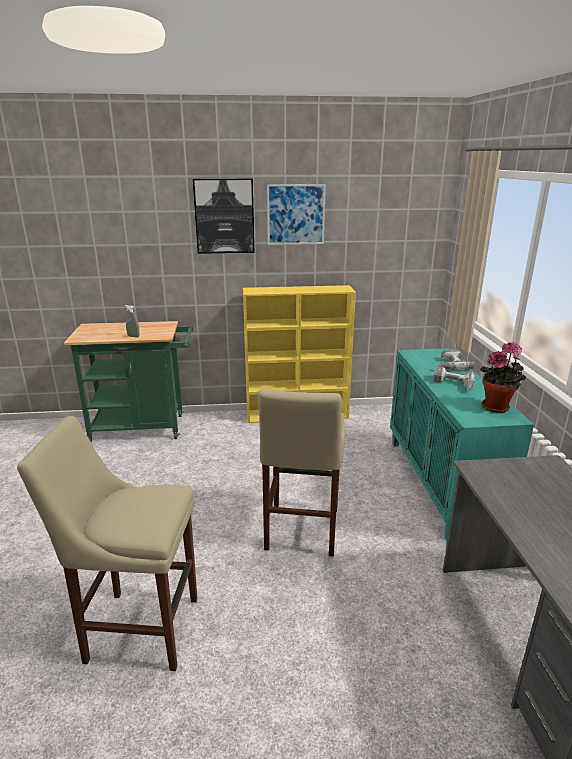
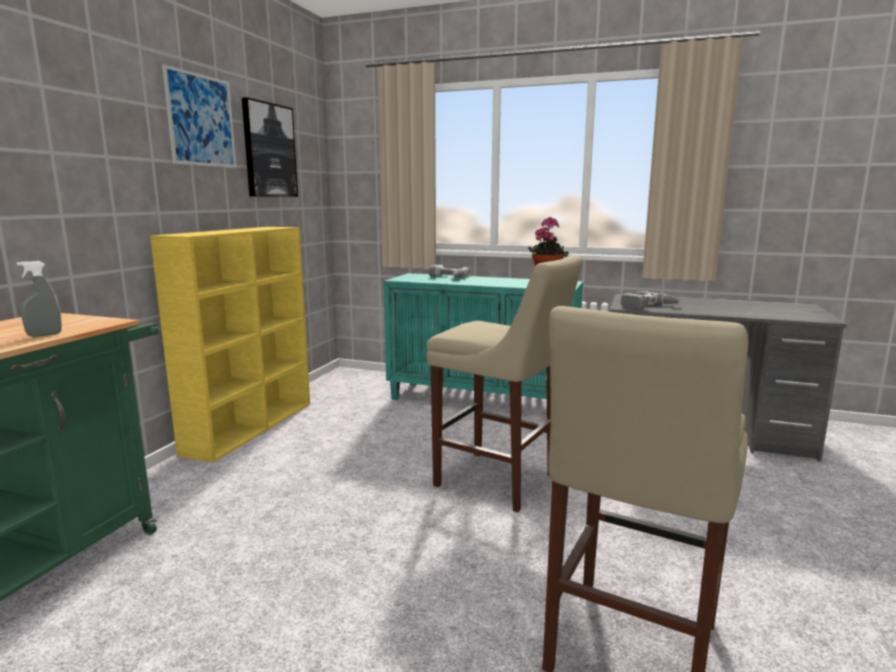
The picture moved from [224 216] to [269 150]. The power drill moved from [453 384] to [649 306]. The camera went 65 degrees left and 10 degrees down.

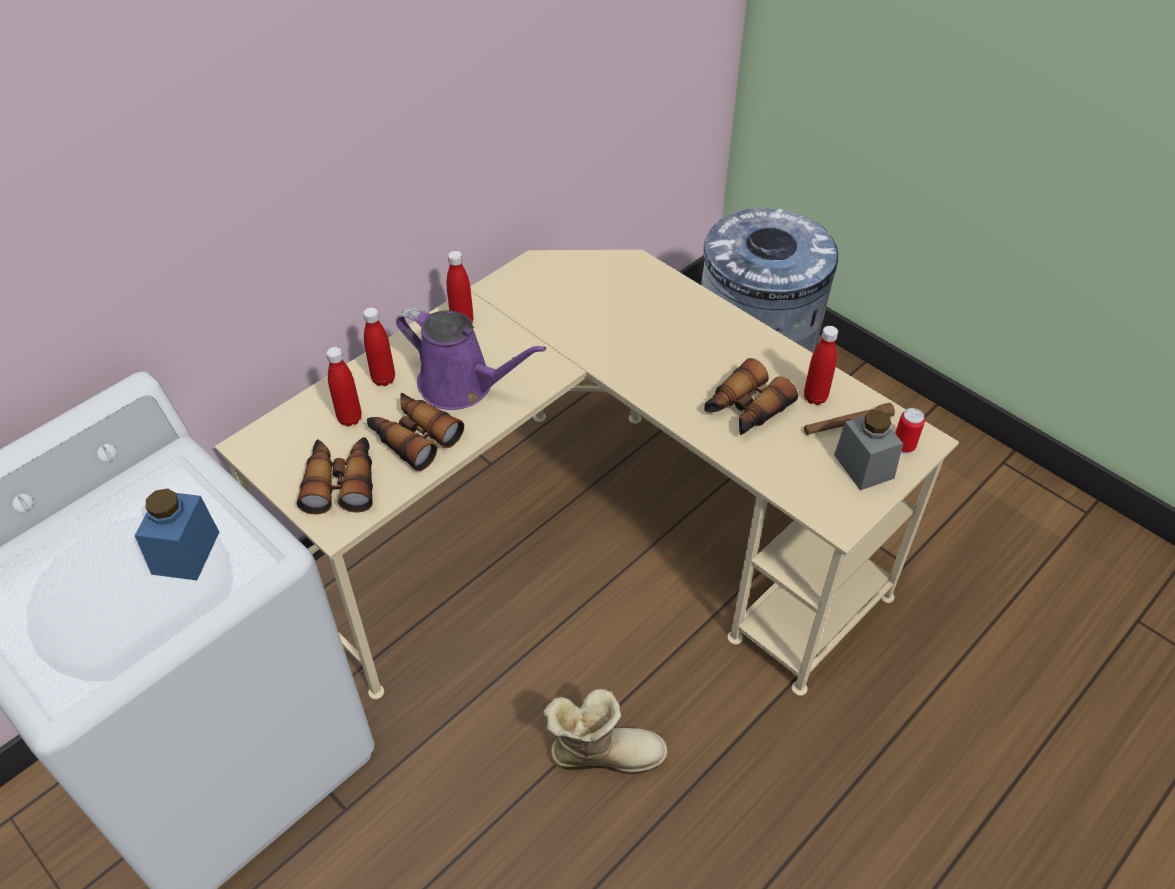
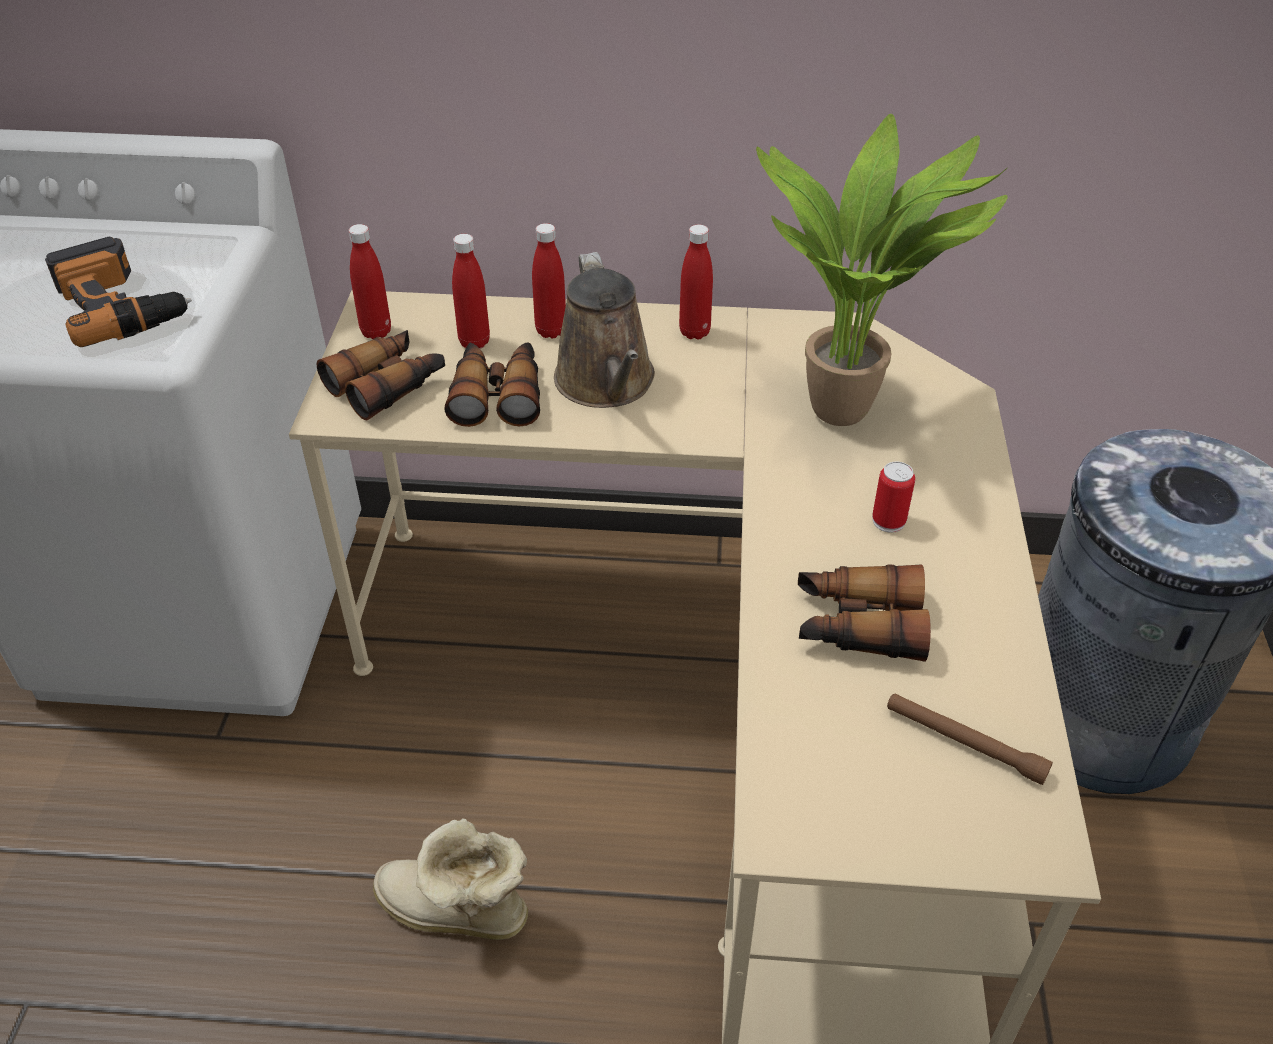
The blue jar at [185 553] was replaced by the power drill at [121 305]. The red bottle moved from [815 397] to [376 332]. The boot at [603 752] turned 150 degrees clockwise. The purple watering can at [462 385] became the brown watering can at [607 384]. The potted plant at [847 408] appeared. The can moved from [903 446] to [888 521]. The grey jar at [863 466] disappeared. The camera went 50 degrees right and 5 degrees down.

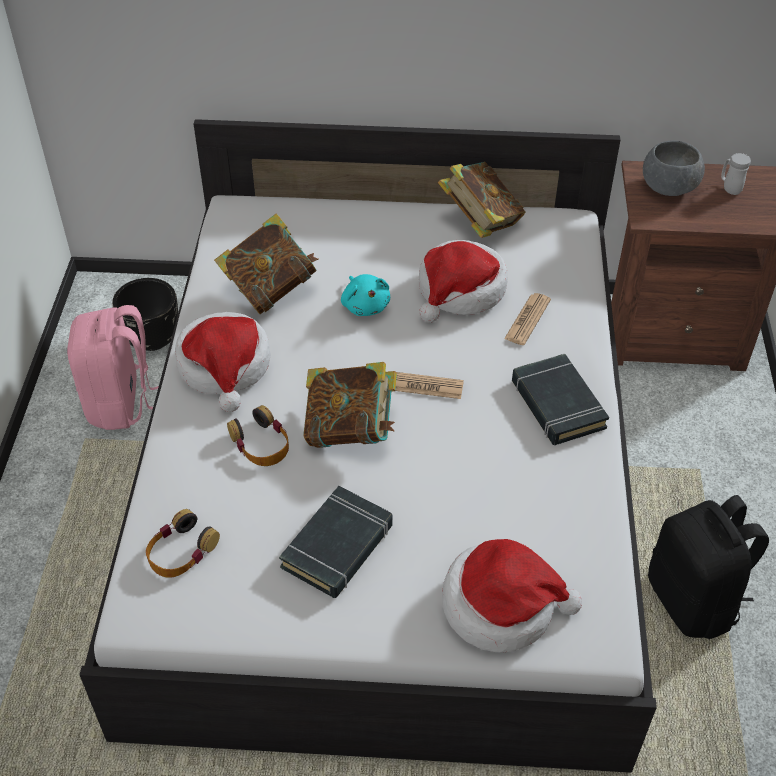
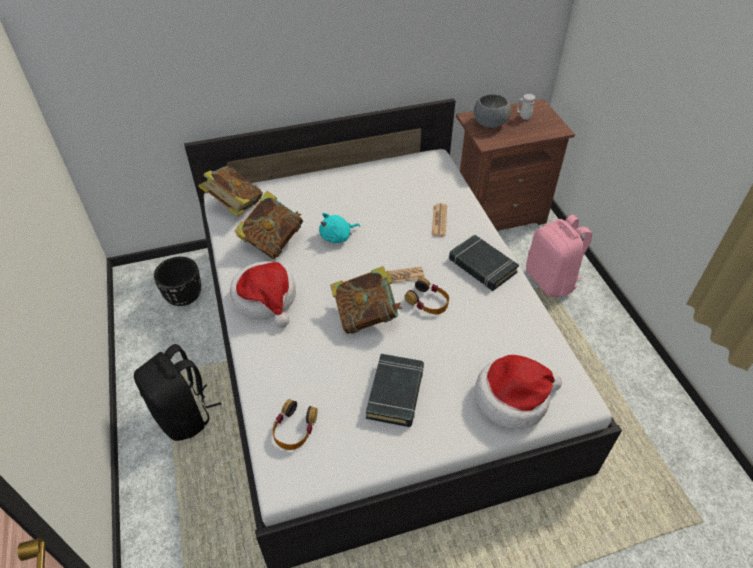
The black backpack moved from [694 601] to [184 415]. The book moved from [480 222] to [234 206]. The turquoise plush toy at [365 305] turned 105 degrees clockwise. The headphones moved from [261 443] to [428 301]. The pink backpack moved from [122 403] to [551 280]. The hat at [460 291] disappeared. The camera went 20 degrees left and 0 degrees up.

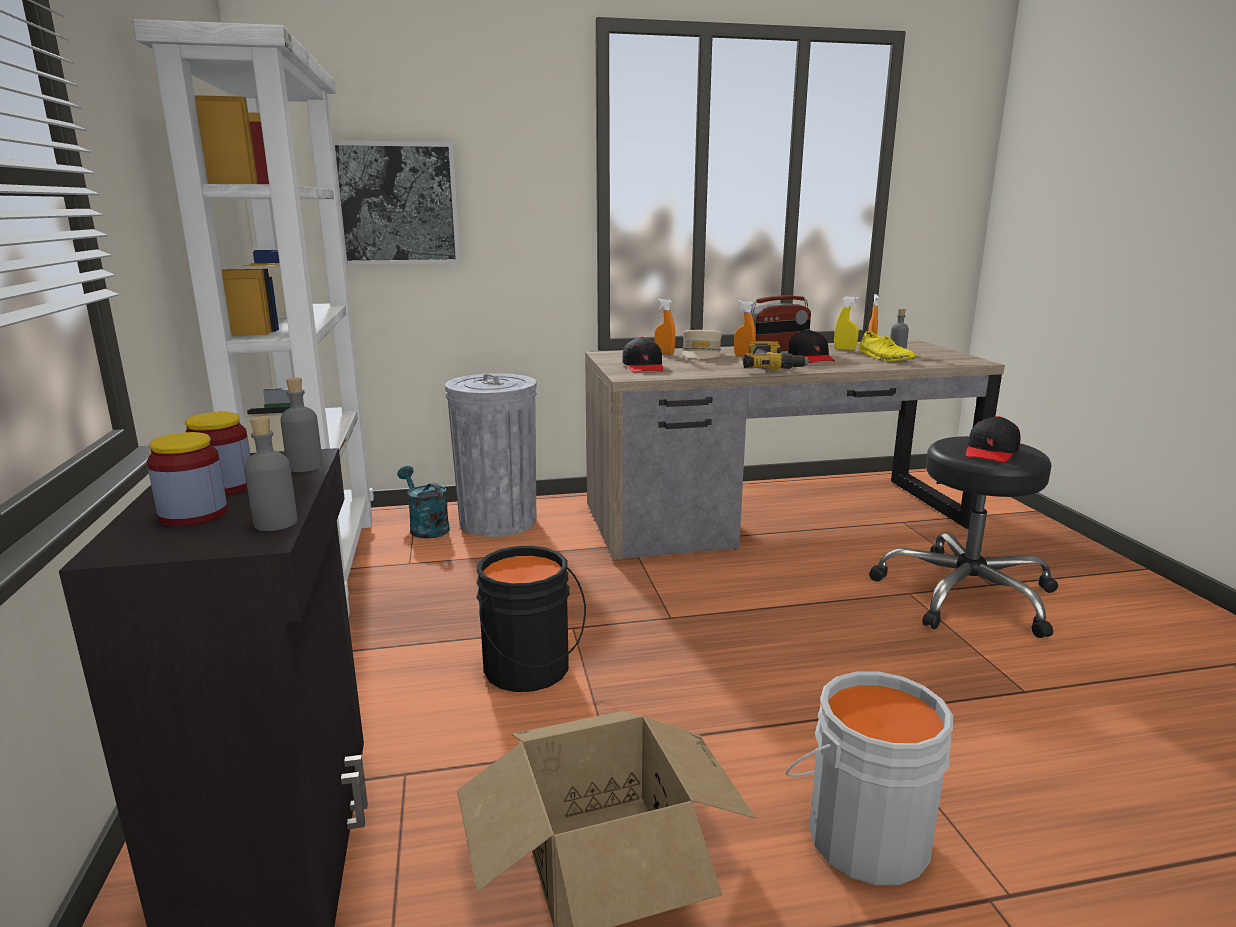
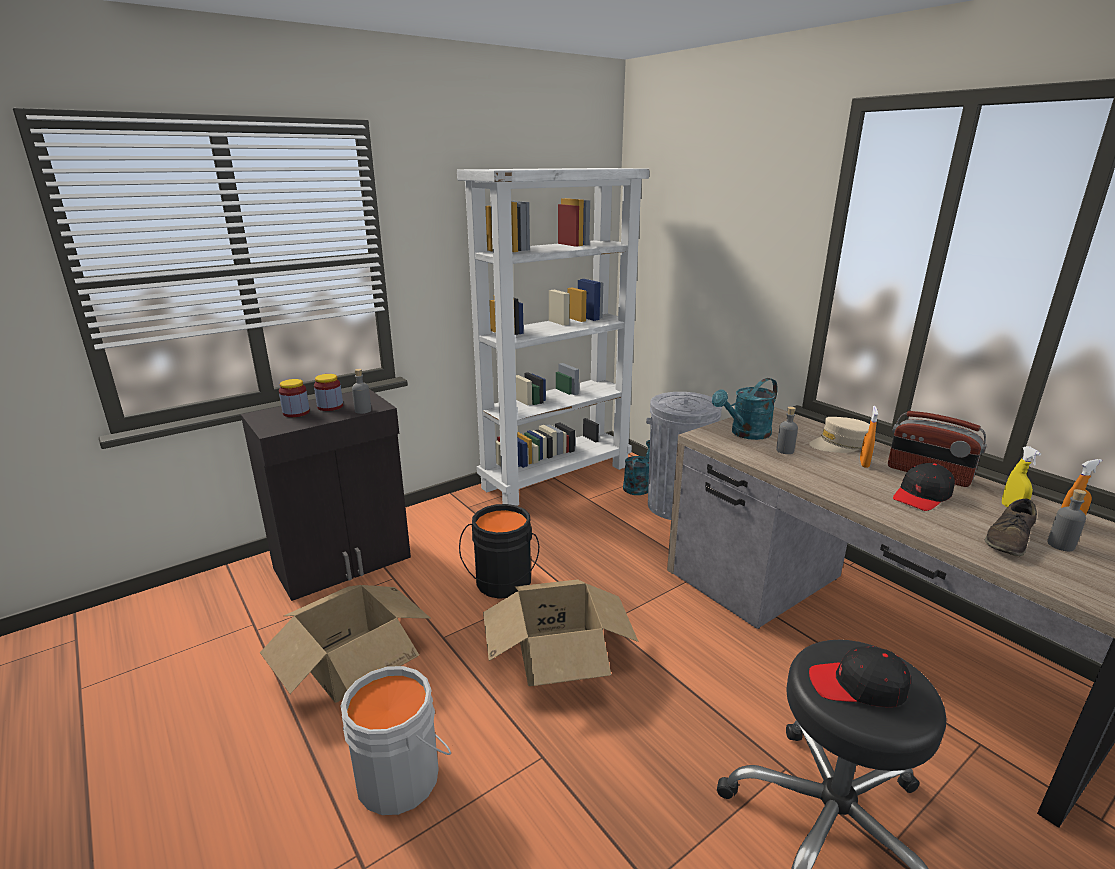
The cardboard box at [557 655] appeared. The black cap at [643 367] was replaced by the turquoise watering can at [745 434]. The grey bottle moved from [275 523] to [785 450]. The yellow shoe at [885 357] became the brown shoe at [1009 539]. The picture at [397 203] disappeared. The orange spray bottle at [664 353] disappeared. The power drill at [772 367] disappeared. The camera went 65 degrees right and 5 degrees up.

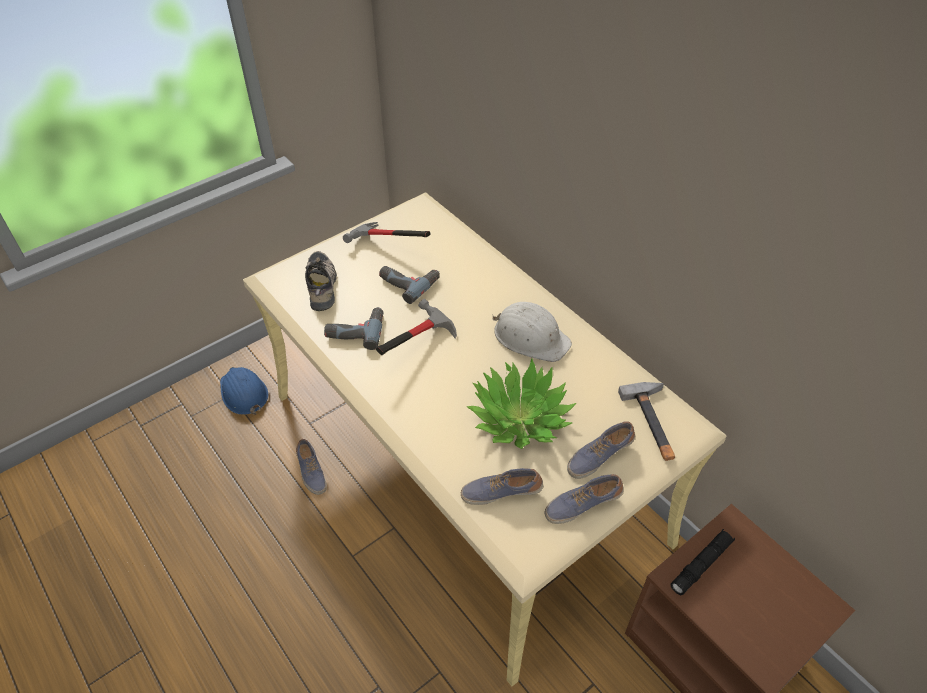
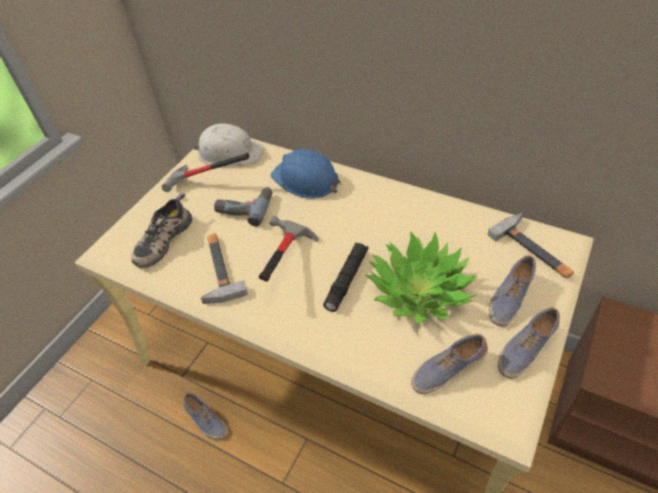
The shoe at [323 285] turned 120 degrees counterclockwise. The white hard hat moved from [530 337] to [230 153]. The power drill at [355 330] was replaced by the hammer at [218 269]. The blue hard hat moved from [243 393] to [306 180]. The black flashlight moved from [701 565] to [346 280]. The camera went 20 degrees left and 0 degrees up.

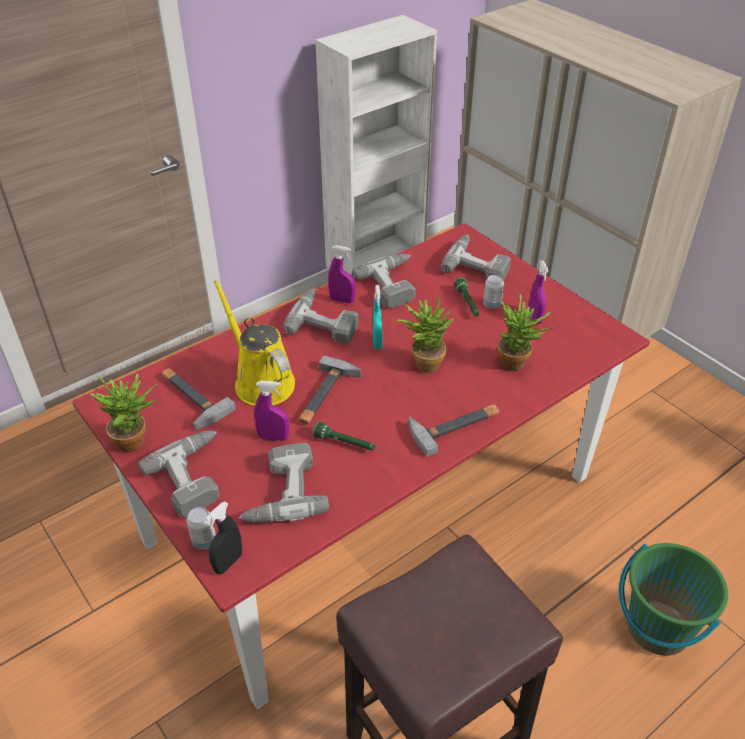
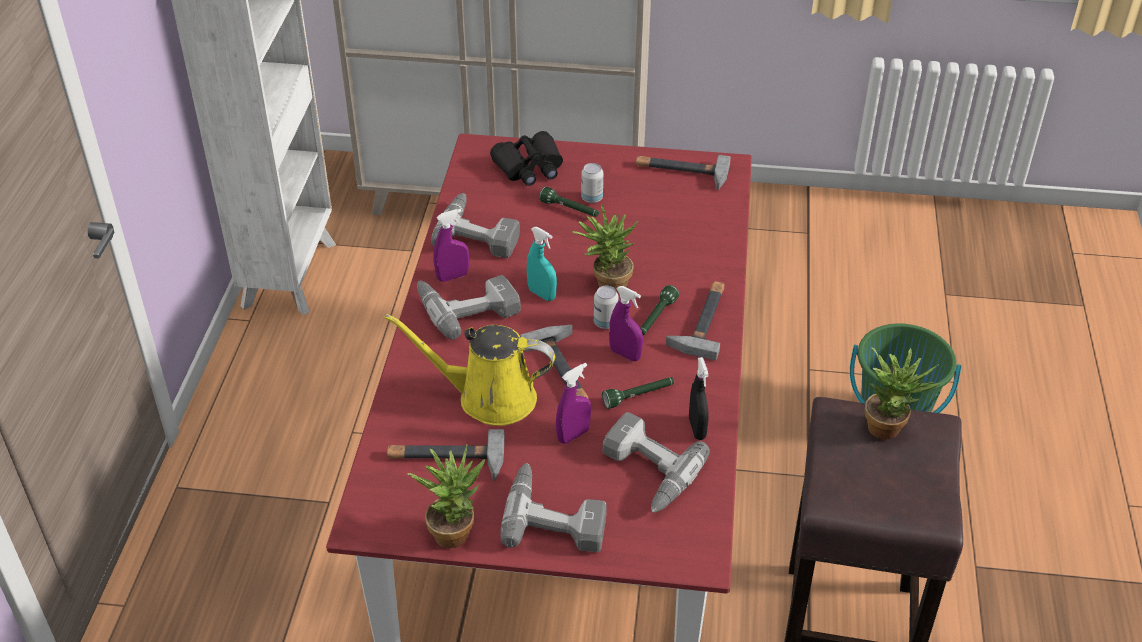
The power drill at [478 264] was replaced by the black binoculars at [529 167]. The can moved from [204 541] to [605 323]. The purple spray bottle moved from [535 317] to [625 354]. The hammer at [681 172] appeared. The green flashlight at [656 318] appeared. The black spray bottle moved from [228 563] to [697 429]. The potted plant moved from [517 364] to [890 427]. The camera went 45 degrees left and 0 degrees up.

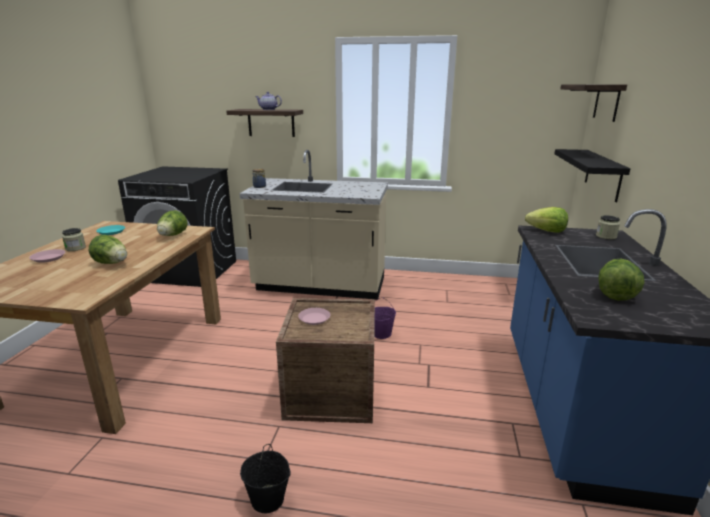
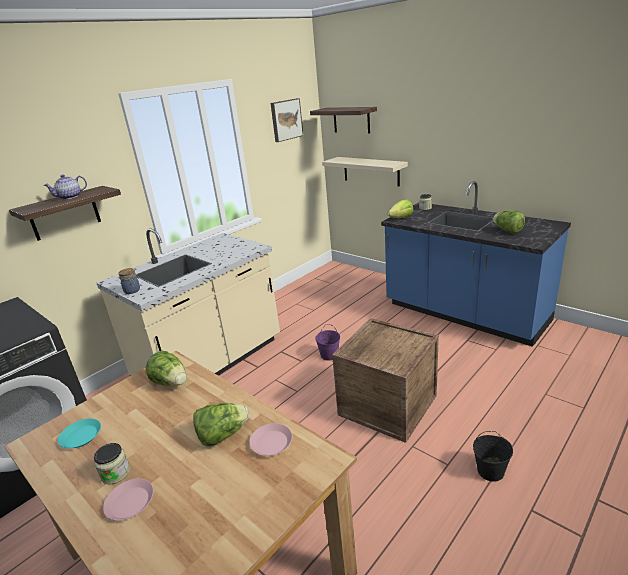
The pink plate moved from [314 319] to [271 443]. The picture at [286 120] appeared. The black shelf at [603 174] became the beige shelf at [371 171]. The camera went 55 degrees left and 5 degrees up.

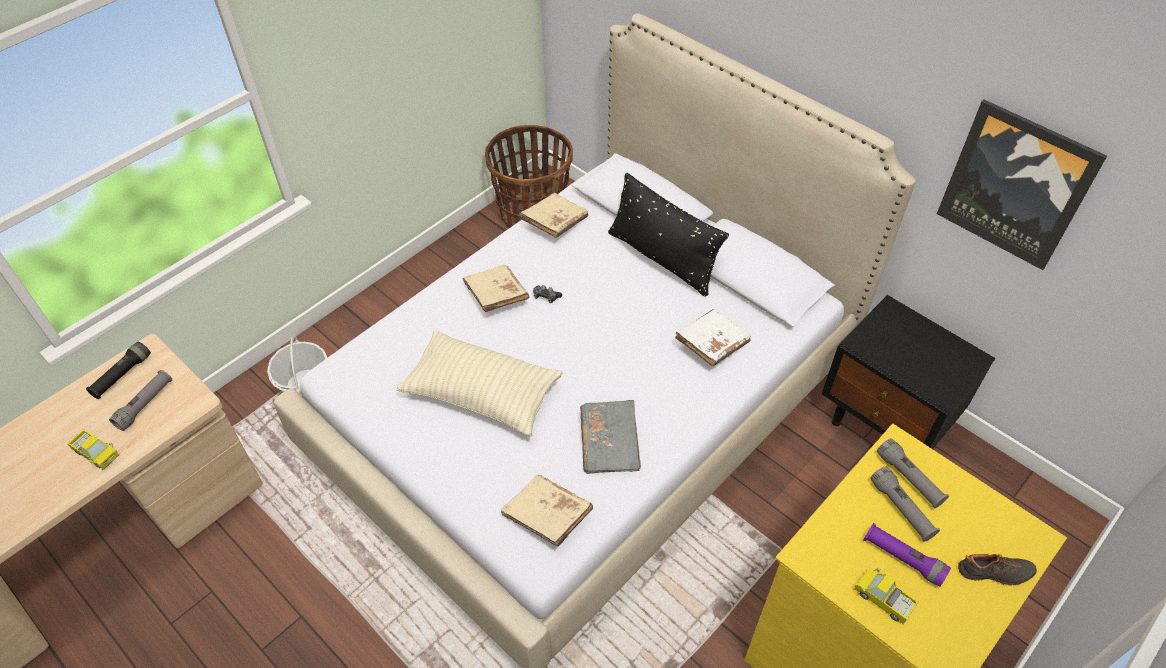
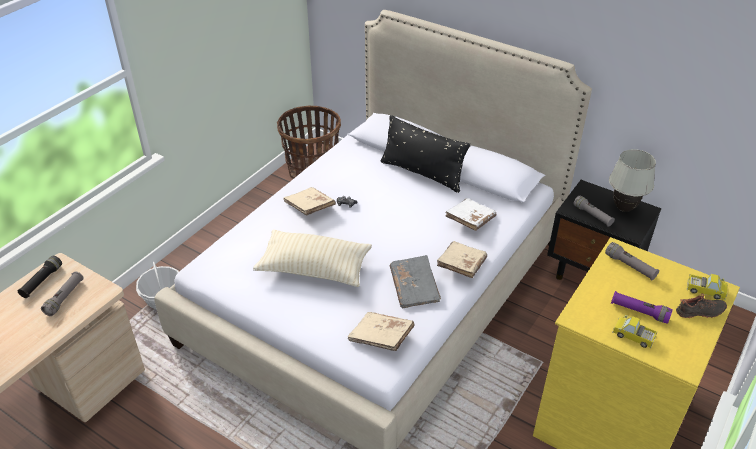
The beige book moved from [554 223] to [461 266]. The grey flashlight moved from [901 509] to [592 215]. The white table lamp at [623 208] appeared. The toy truck moved from [96 454] to [705 291]. The picture at [1016 185] disappeared. The camera went 10 degrees left and 10 degrees down.

